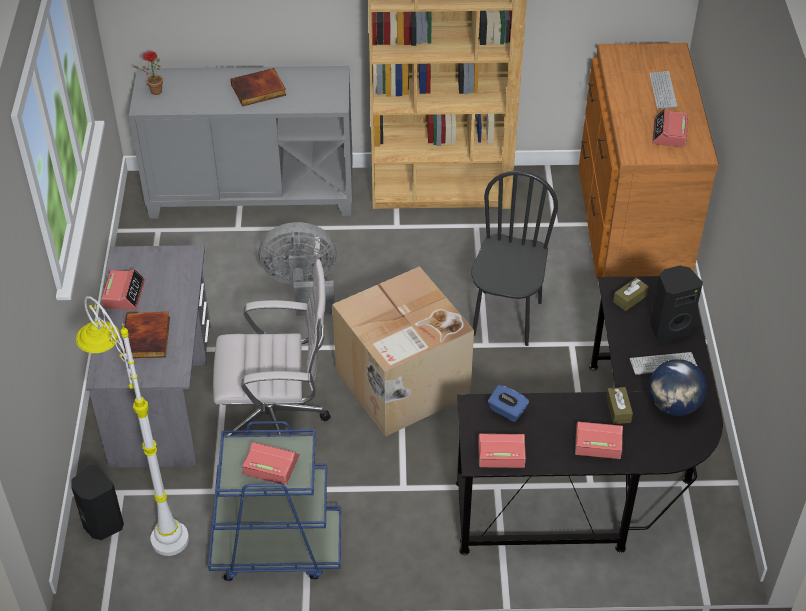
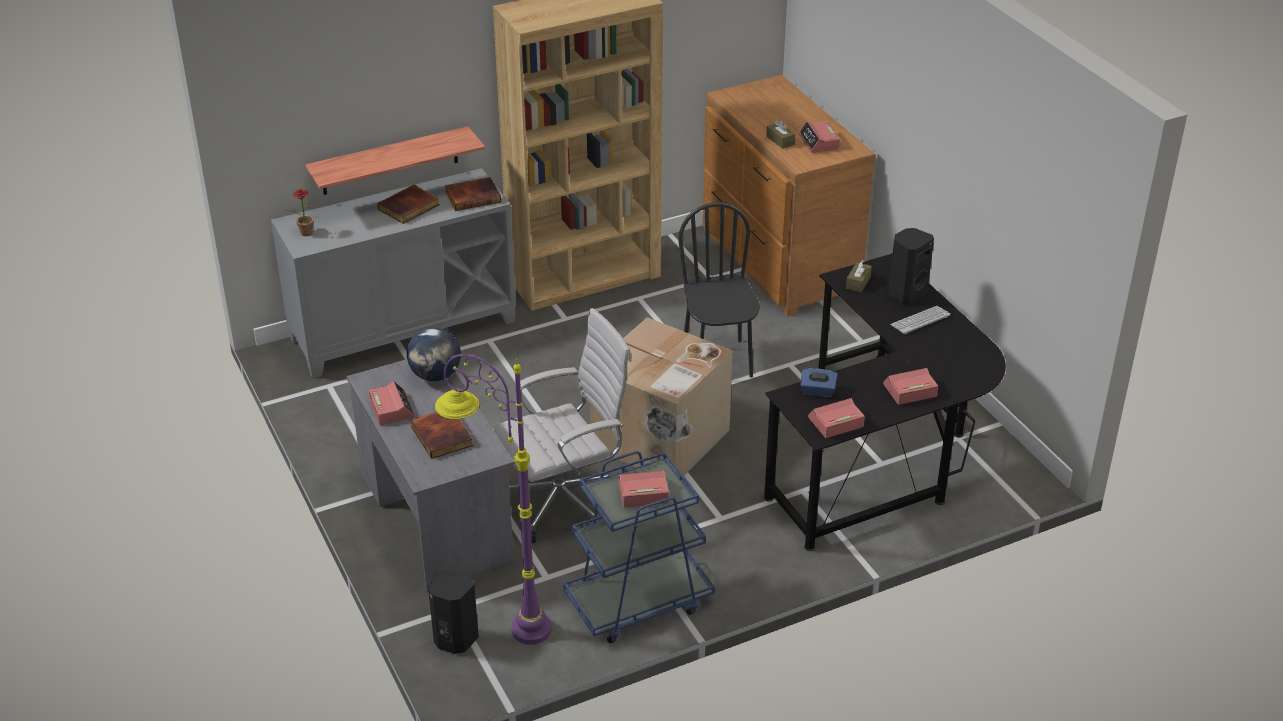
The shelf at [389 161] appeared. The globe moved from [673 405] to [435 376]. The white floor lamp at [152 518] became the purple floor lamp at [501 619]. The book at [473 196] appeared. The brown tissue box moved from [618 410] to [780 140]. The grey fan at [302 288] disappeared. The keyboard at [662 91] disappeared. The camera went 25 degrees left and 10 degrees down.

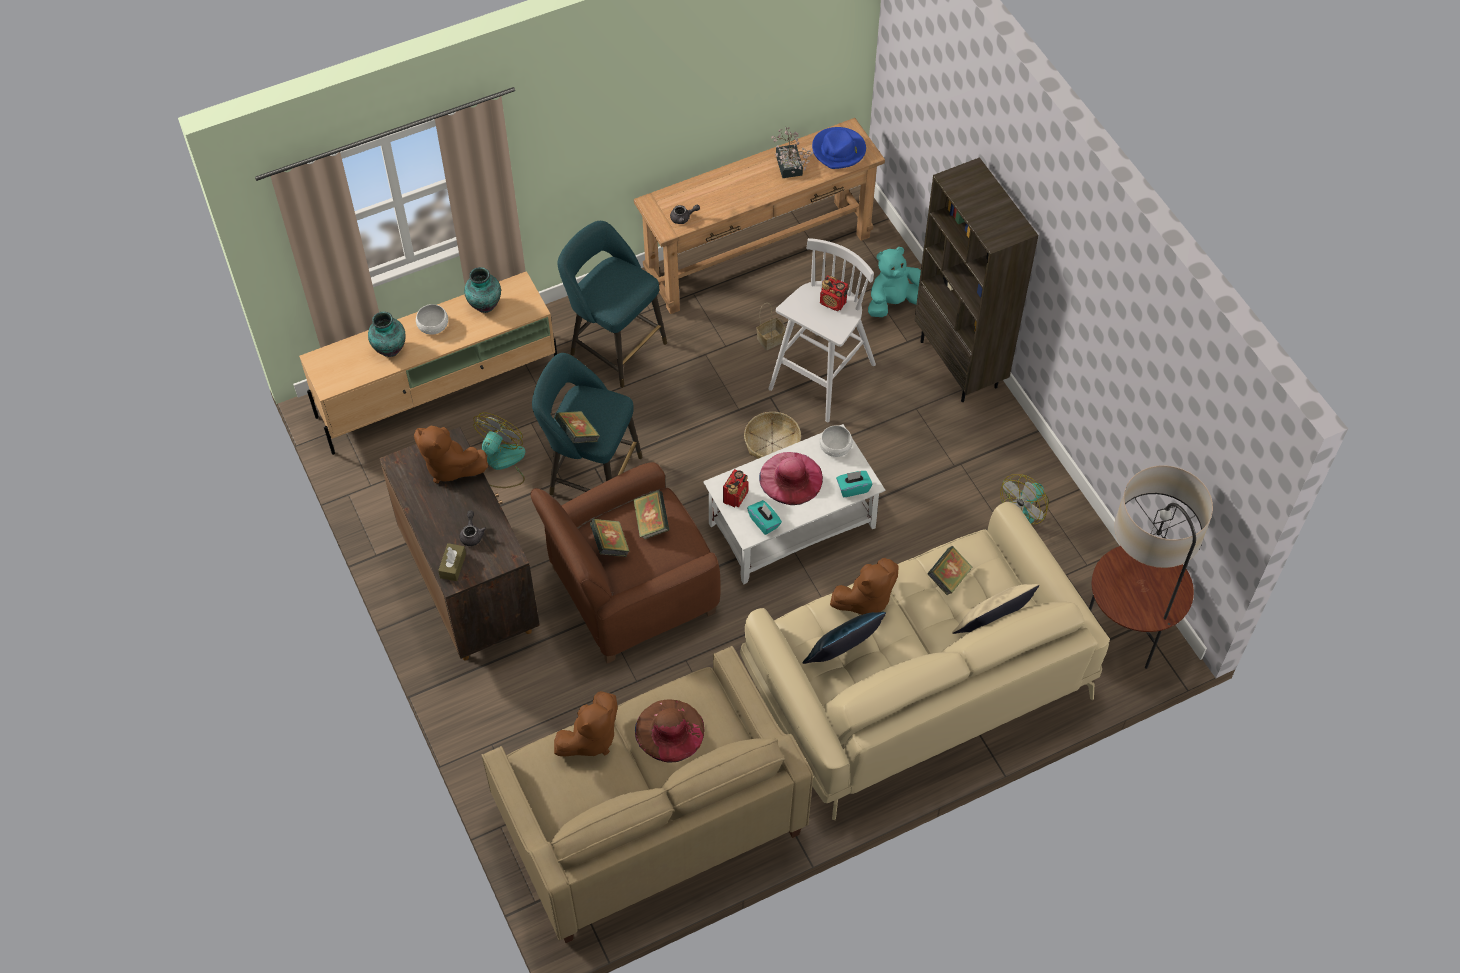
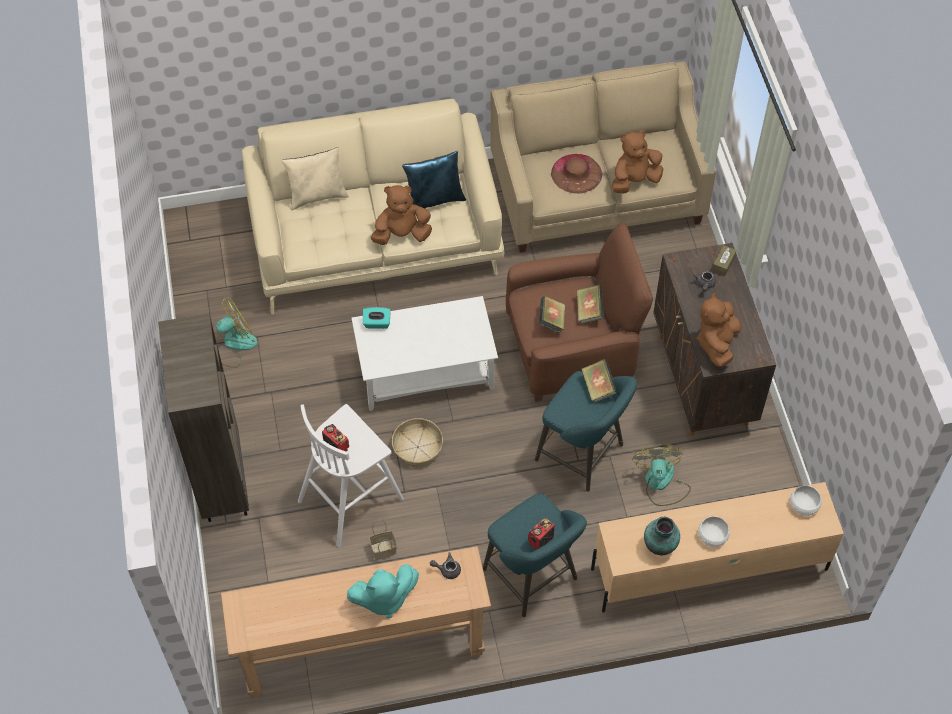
The turquoise plush toy moved from [893 302] to [383 599]. The radio moved from [736 496] to [540 541]. The fan at [500 464] turned 135 degrees clockwise. The brown plush toy at [449 466] turned 120 degrees counterclockwise. The white bowl moved from [835 447] to [804 504]. The vase at [389 349] disappeared. The turquoise tissue box at [764 522] disappeared. The pink hat at [791 478] disappeared. The potted plant at [789 168] disappeared. The blue hat at [839 150] disappeared. The book at [948 578] disappeared. The floor lamp at [1125 636] disappeared. The camera went 165 degrees left and 0 degrees up.

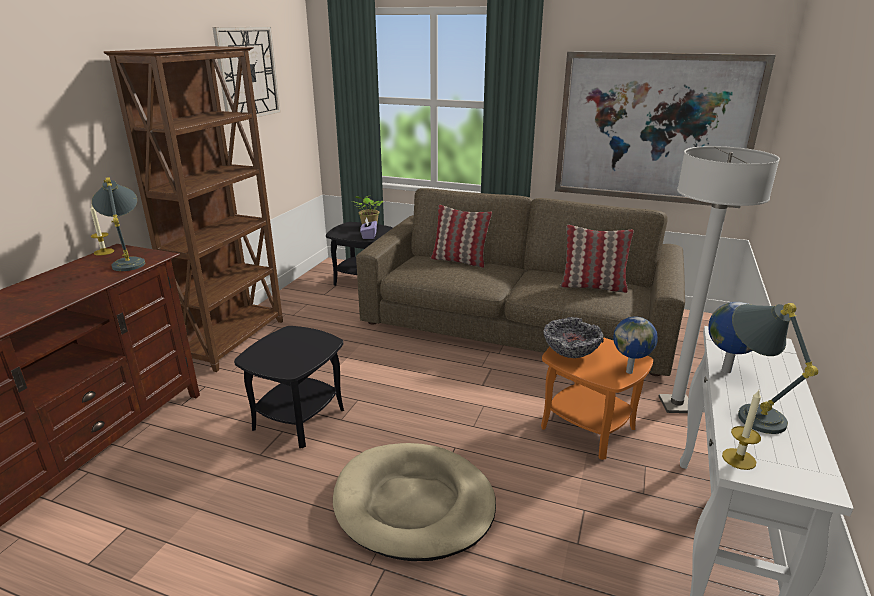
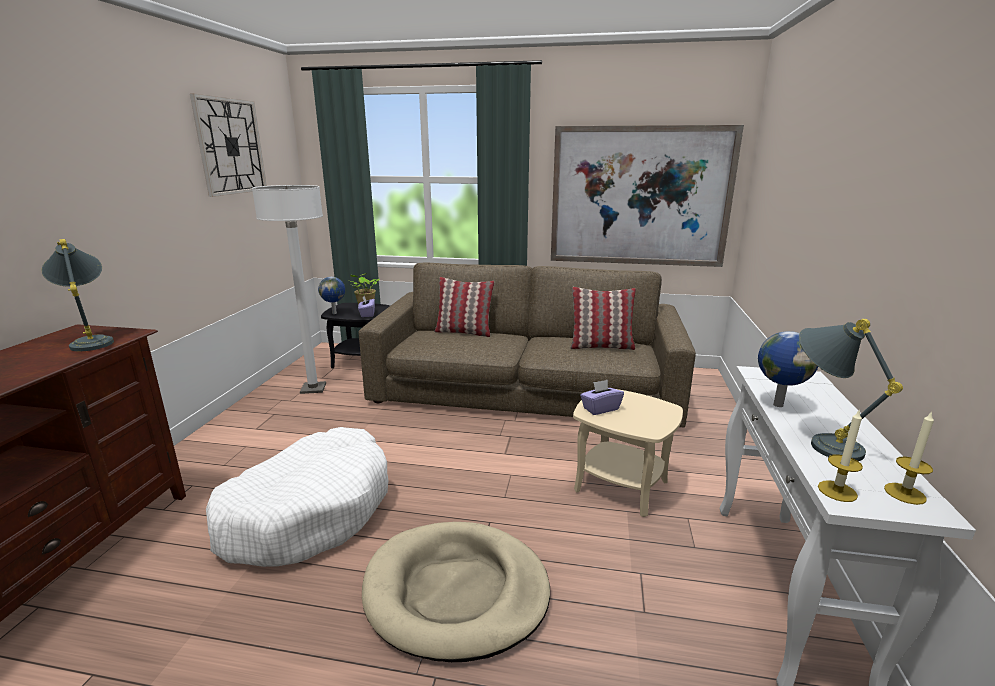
The black side table at [298 419] was replaced by the white dog bed at [308 511]. The white floor lamp moved from [676 405] to [313 389]. The globe moved from [630 371] to [335 313]. The orange side table at [587 428] became the beige side table at [620 486]. The bowl at [570 353] was replaced by the purple tissue box at [600 408]. The candle moved from [104 252] to [904 493]. The brown bookcase at [235 340] disappeared. The camera went 10 degrees left and 5 degrees down.

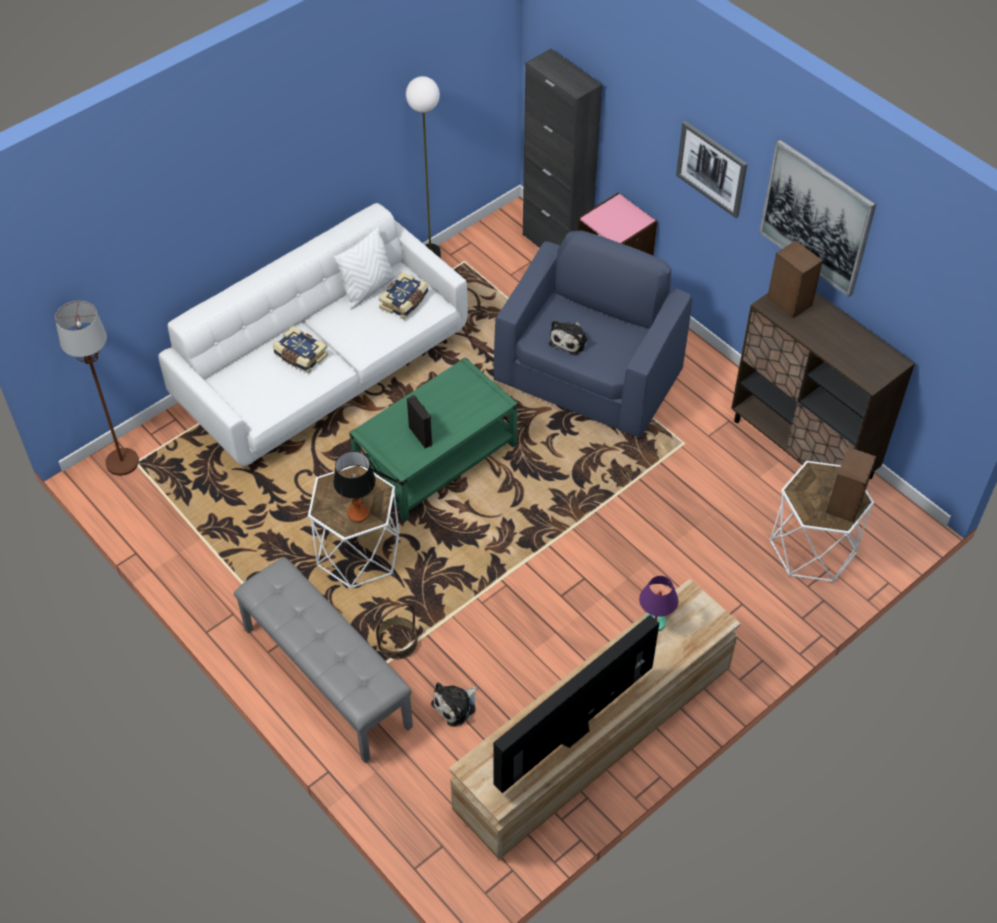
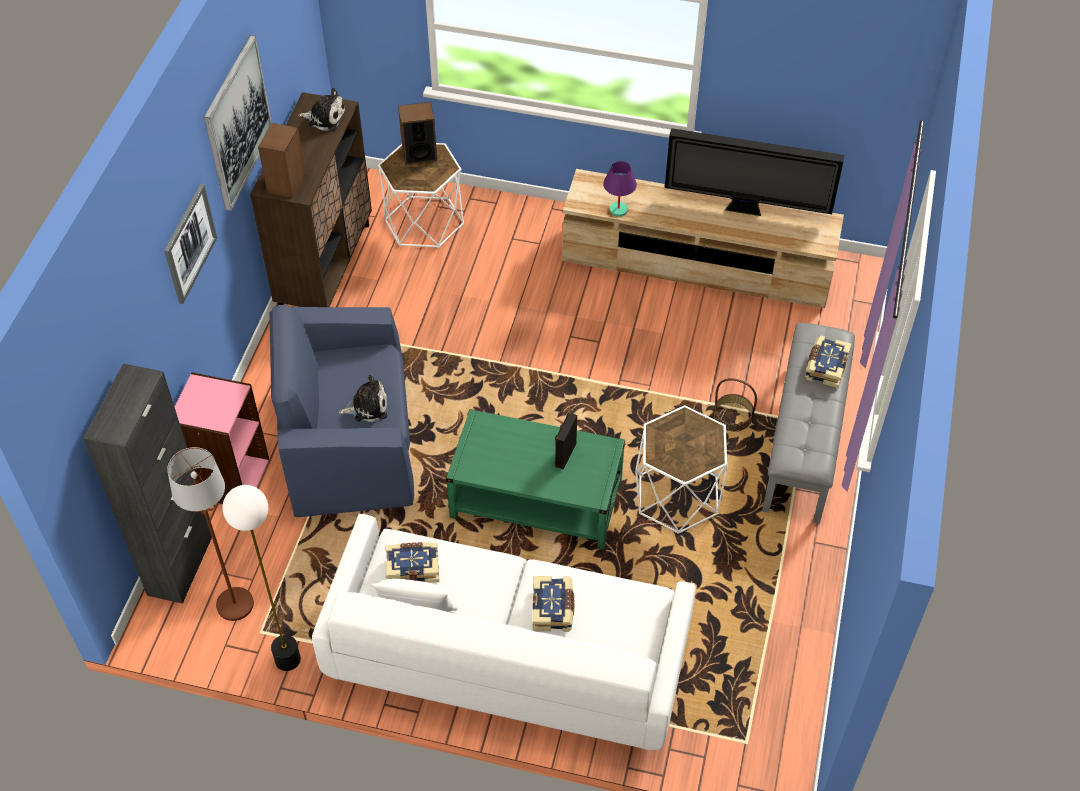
The brown floor lamp moved from [123 462] to [235 604]. The plush toy moved from [456 705] to [325 117]. The book at [825 367] appeared. The table lamp at [358 514] disappeared. The camera went 125 degrees left and 0 degrees up.

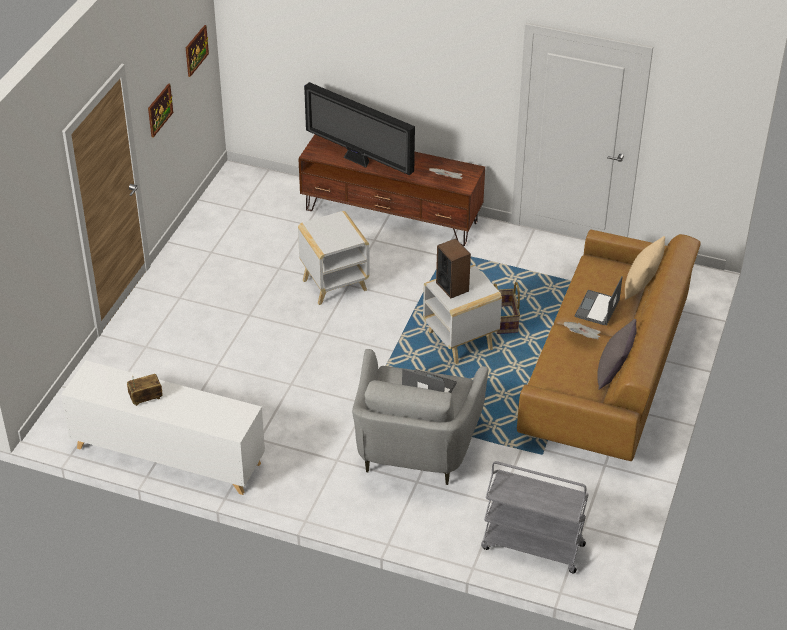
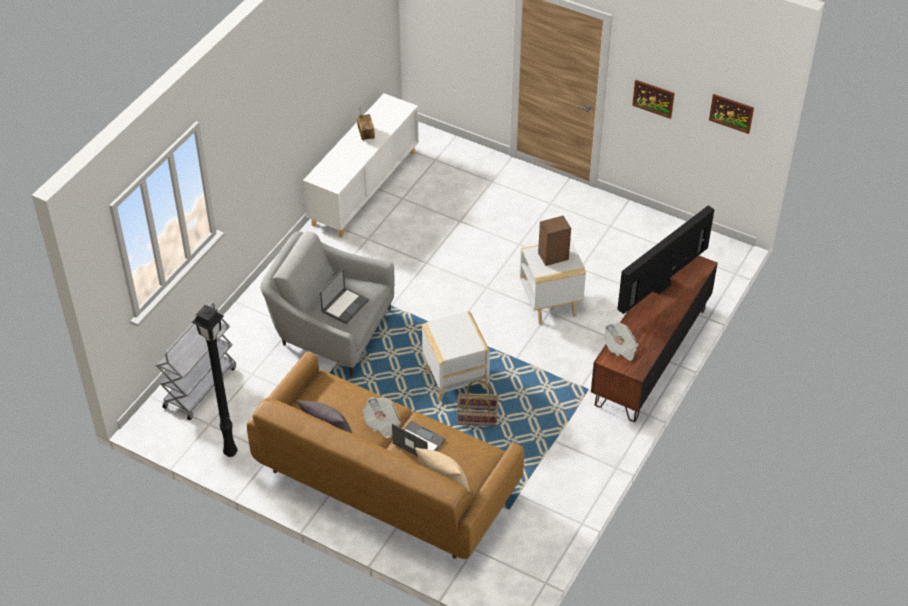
The black floor lamp at [229 452] appeared. The speaker moved from [452 286] to [553 256]. The camera went 100 degrees right and 5 degrees up.

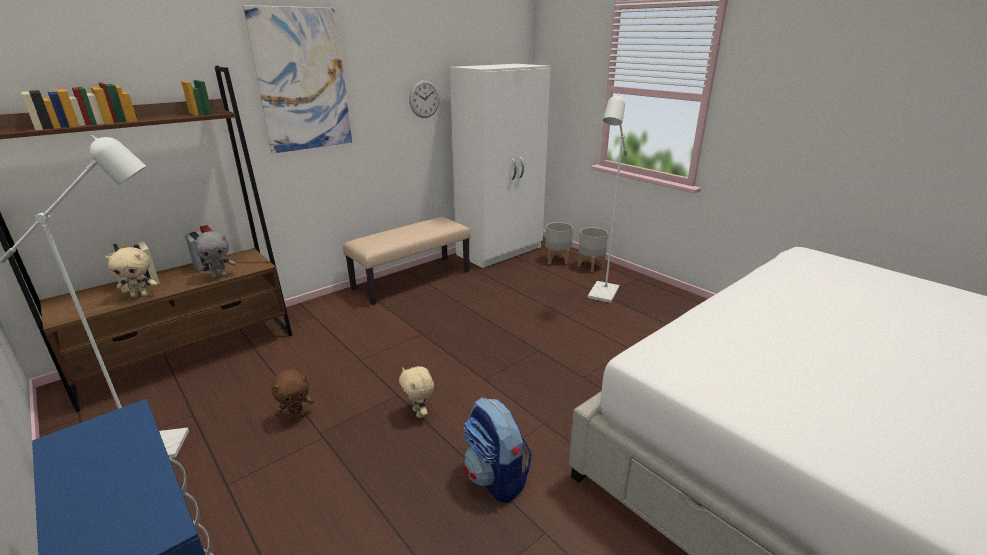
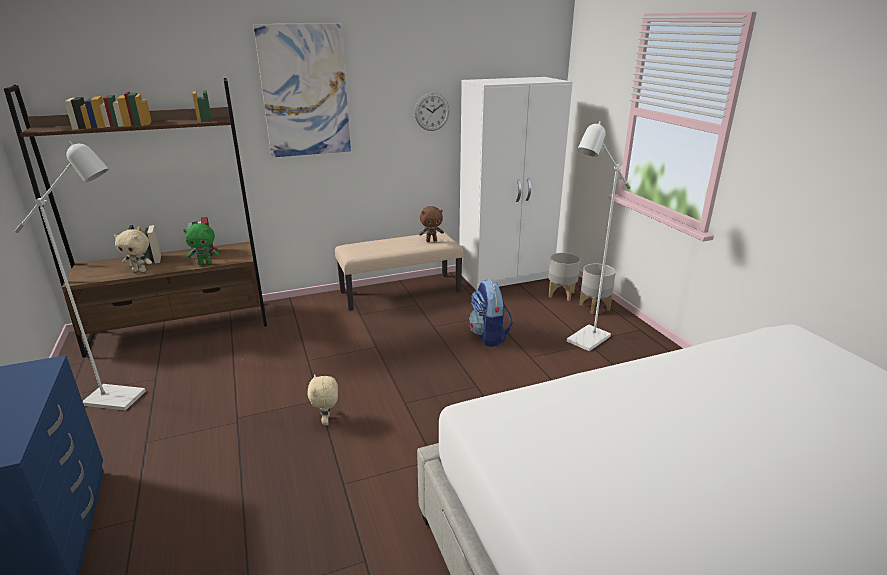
The grey plush toy at [220 276] became the green plush toy at [205 263]. The brown plush toy moved from [297 416] to [431 241]. The backpack moved from [496 478] to [489 336]. The camera went 20 degrees right and 0 degrees up.

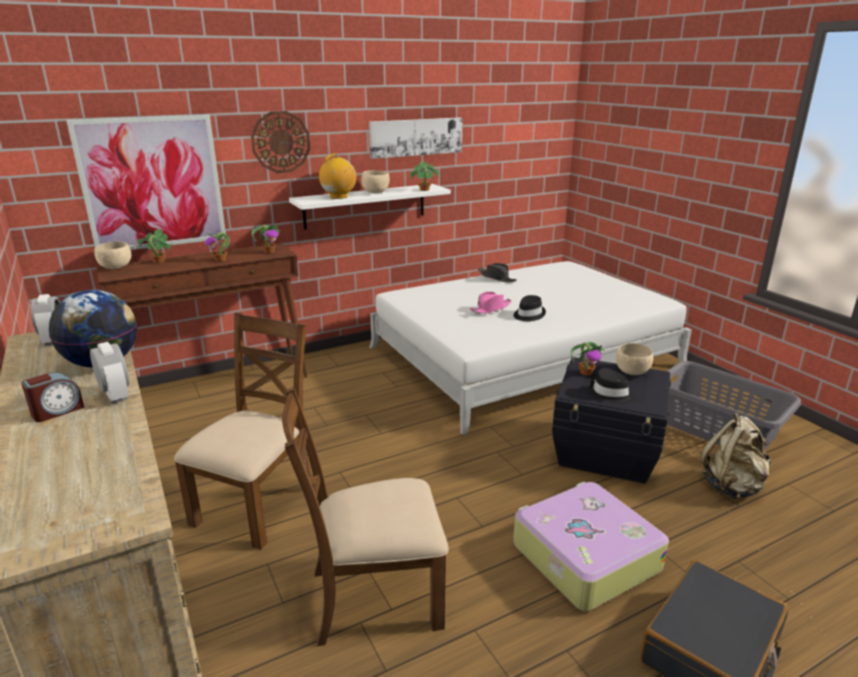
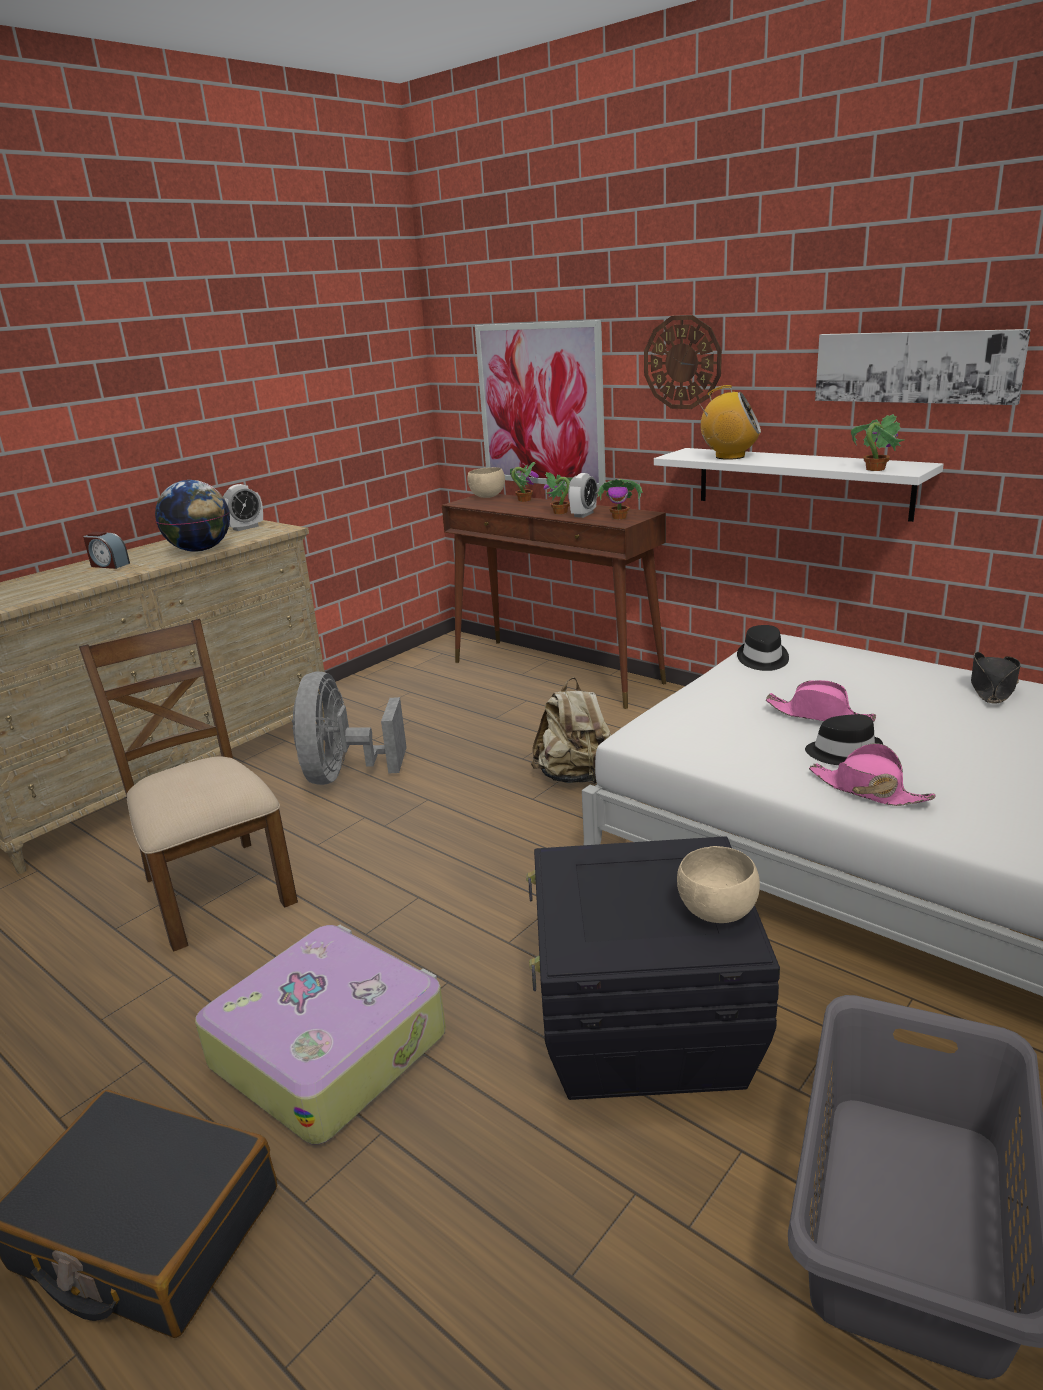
The brown chair at [257 504] was replaced by the grey fan at [344 774]. The beige backpack moved from [732 486] to [576 777]. The alarm clock moved from [116 395] to [583 514]. The black hat moved from [610 394] to [762 659]. The pink hat at [867 790] appeared. The beige bowl at [376 192] disappeared. The potted plant at [586 372] disappeared. The camera went 70 degrees right and 0 degrees up.

